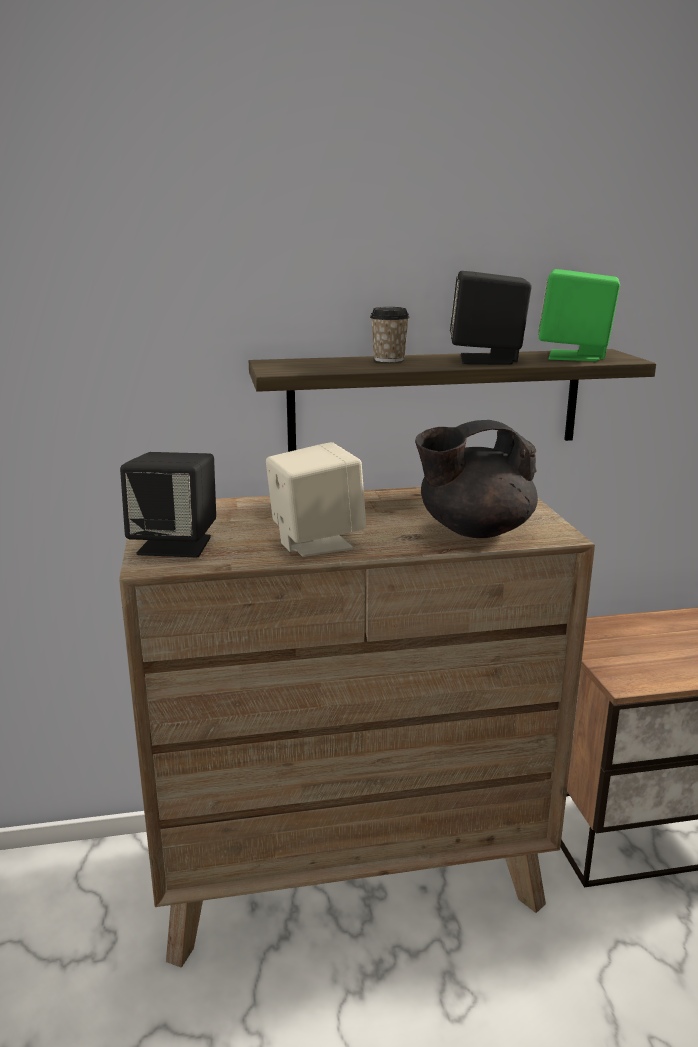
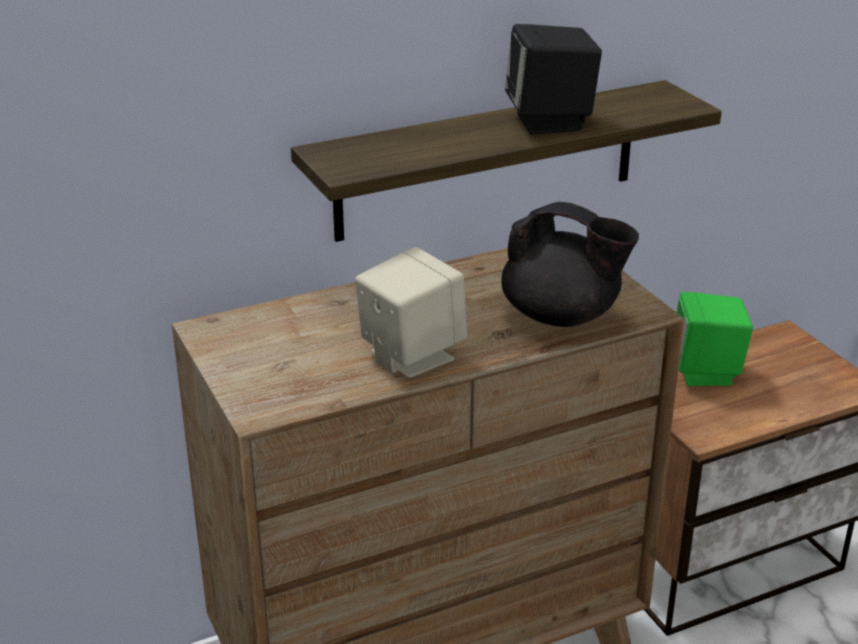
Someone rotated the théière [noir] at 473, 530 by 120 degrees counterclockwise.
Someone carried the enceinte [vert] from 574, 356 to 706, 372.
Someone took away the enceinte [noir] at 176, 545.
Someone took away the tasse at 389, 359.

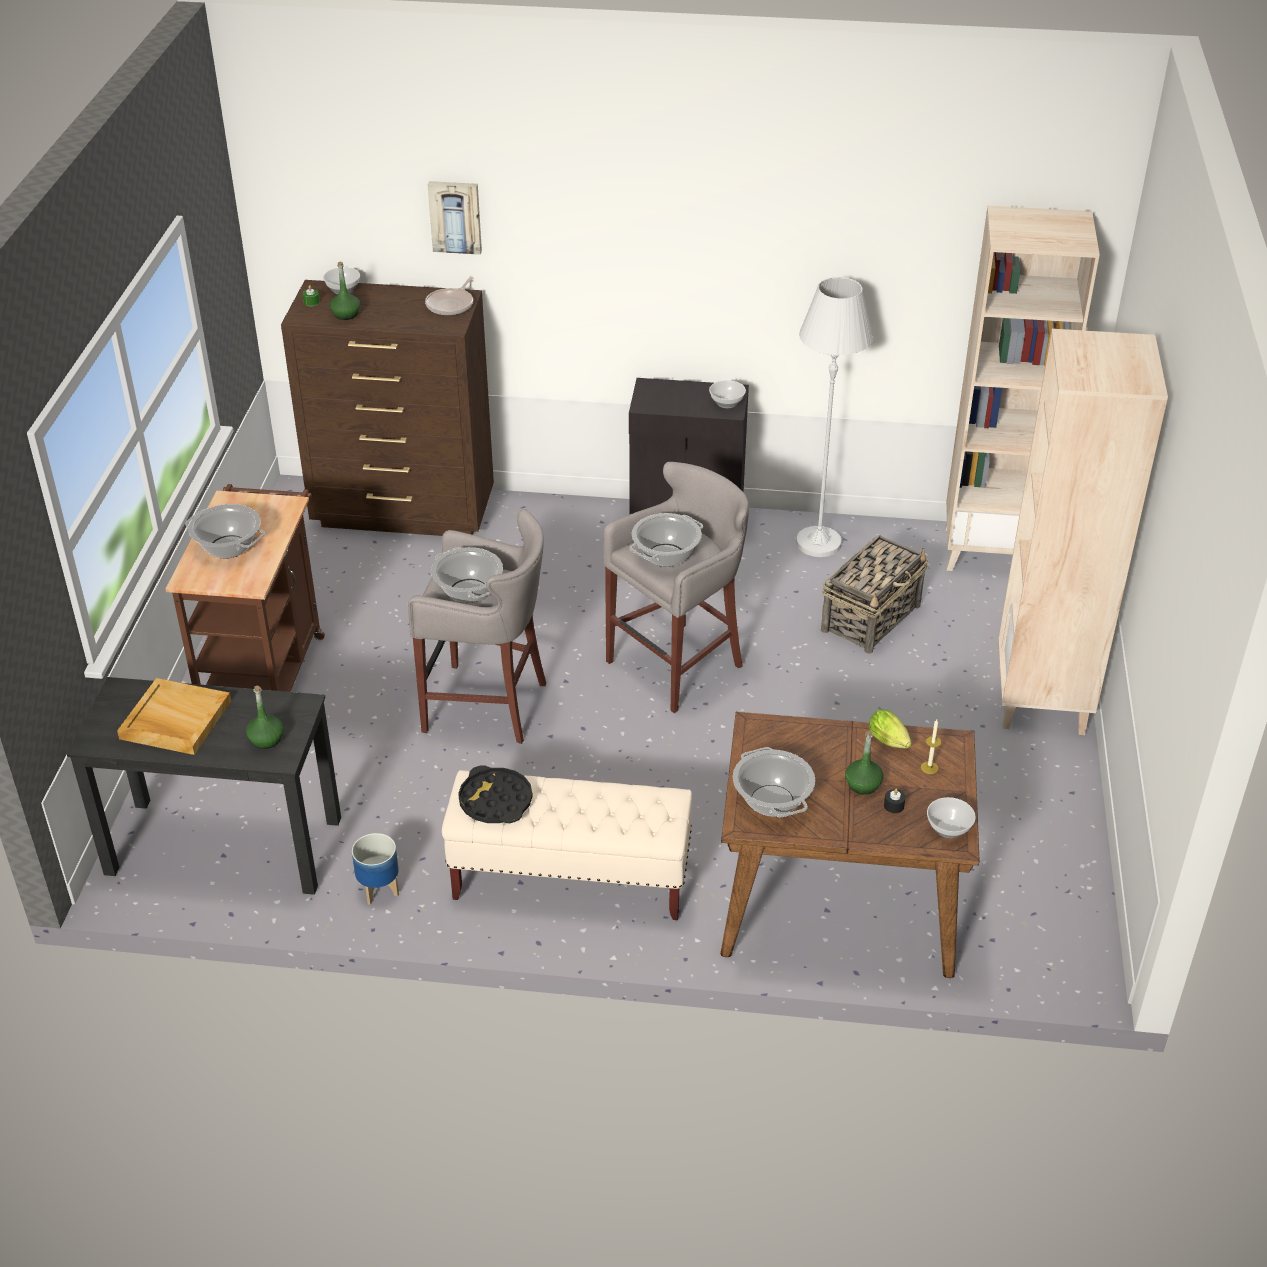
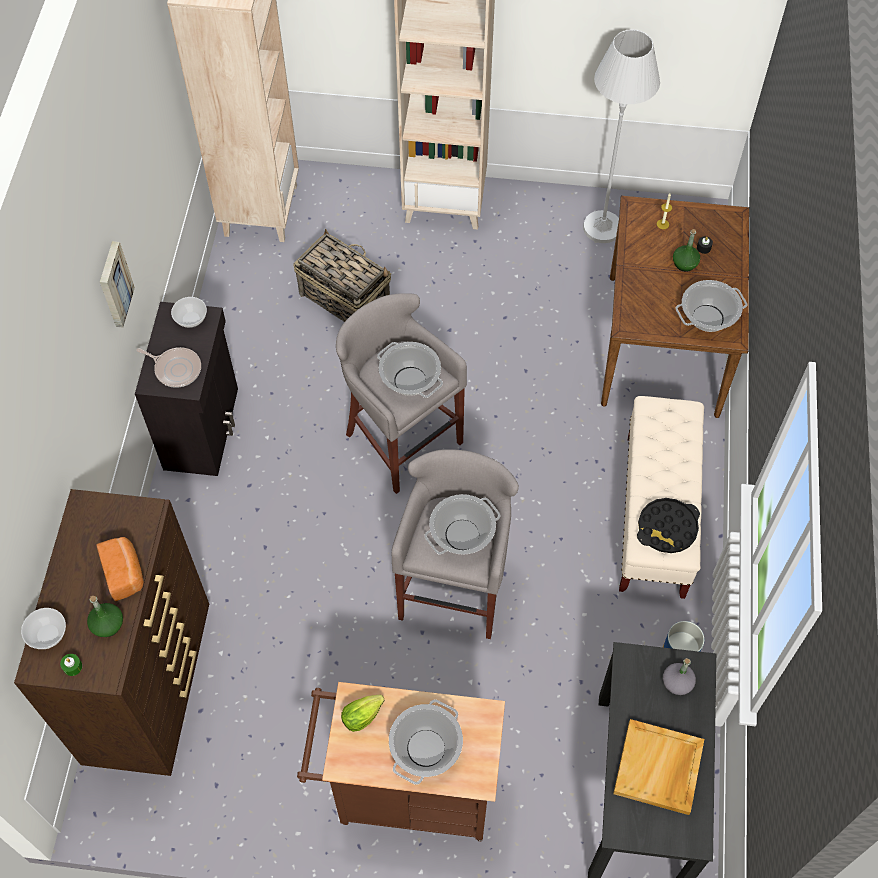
Someone put down the pain at 124, 573.
Someone carried the tableau from 455, 216 to 114, 284.
Someone carried the poêle from 451, 304 to 176, 369.
Someone carried the laitue from 890, 742 to 364, 714.
Someone carried the lampadaire [blanc] from 818, 543 to 602, 227.
Someone repainted the bouteille [vert] at 266, 739, which became the bouteille [gris] at 677, 682.
Someone took away the bol at 949, 829.

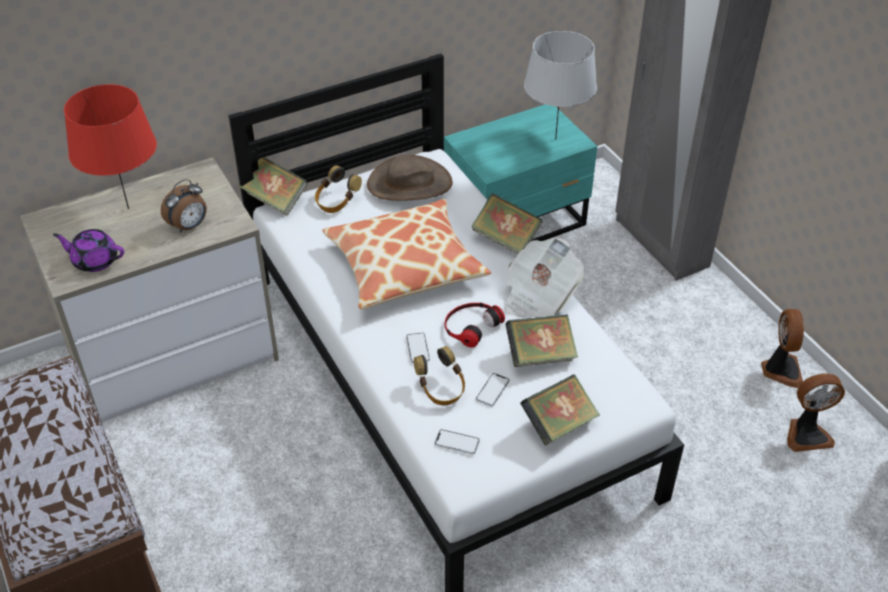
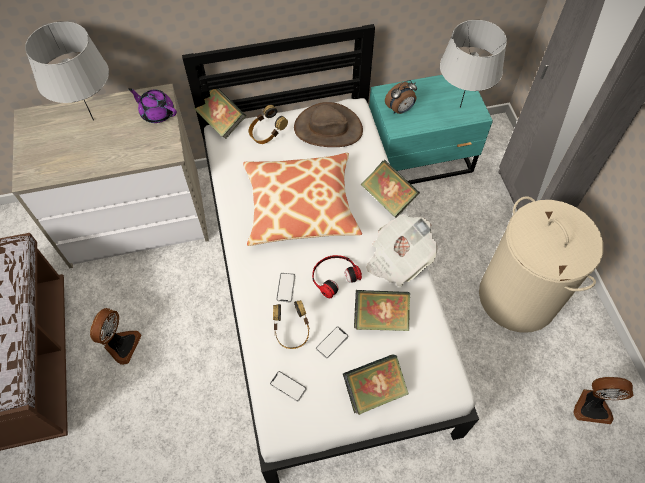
Someone repainted the lampe de table [rouge] at 128, 208, which became the lampe de table [gris] at 93, 120.
Someone carried the ventilateur from 780, 370 to 121, 345.
Someone carried the théière [violet] from 94, 260 to 157, 113.
Someone carried the réveil from 189, 226 to 400, 110.
Someone put down the panier à linge [beige] at 518, 297.

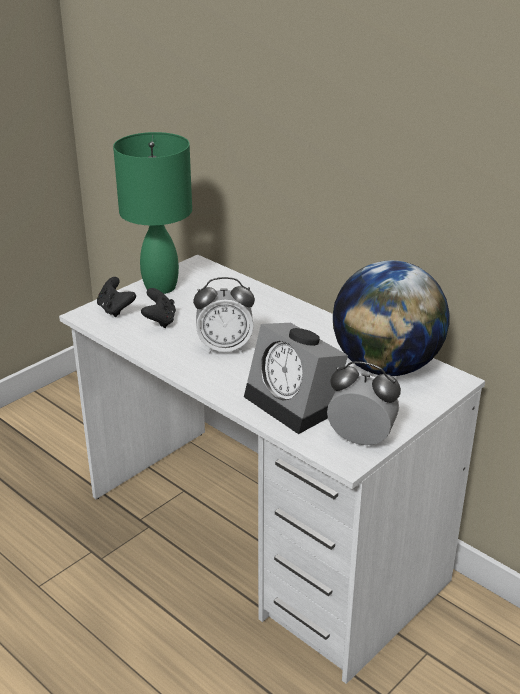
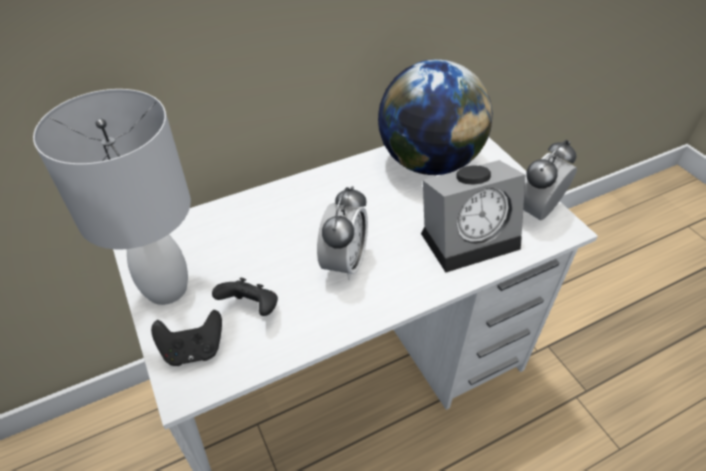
Someone repainted the lampe de table [vert] at 161, 287, which became the lampe de table [blanc] at 168, 288.

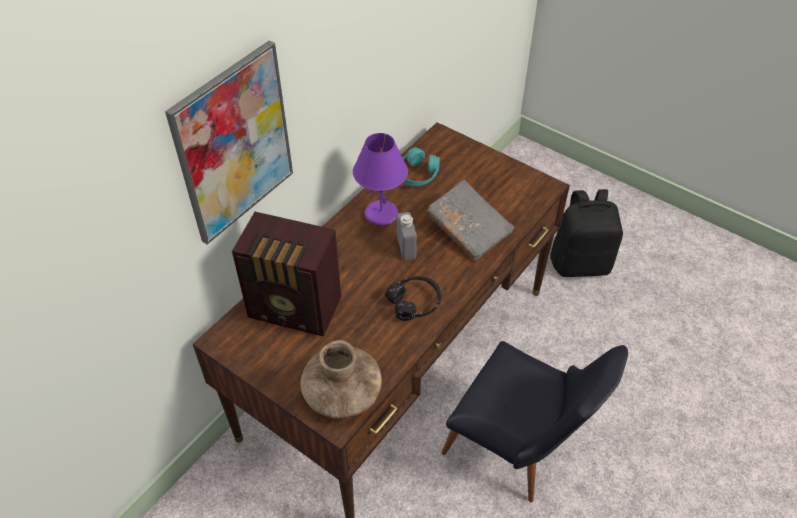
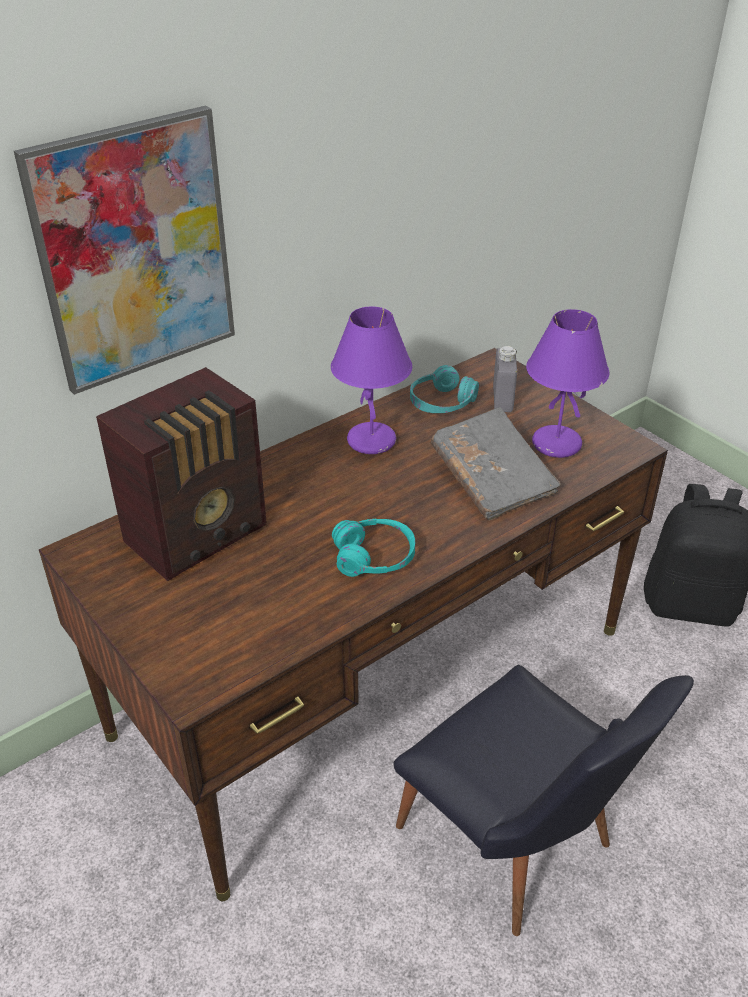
Someone rotated the radio at 296, 309 by 75 degrees counterclockwise.
Someone repainted the casque audio [noir] at 414, 303, which became the casque audio [turquoise] at 374, 557.
Someone carried the bouteille [gris] from 406, 247 to 502, 399.
Someone put down the lampe de table [violet] at 555, 444.
Someone took away the vase [marron] at 342, 393.

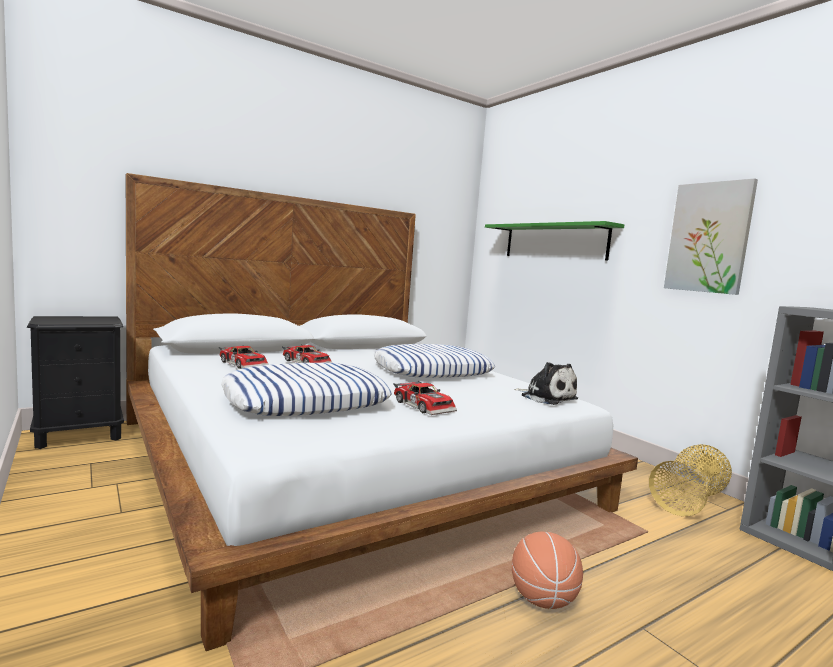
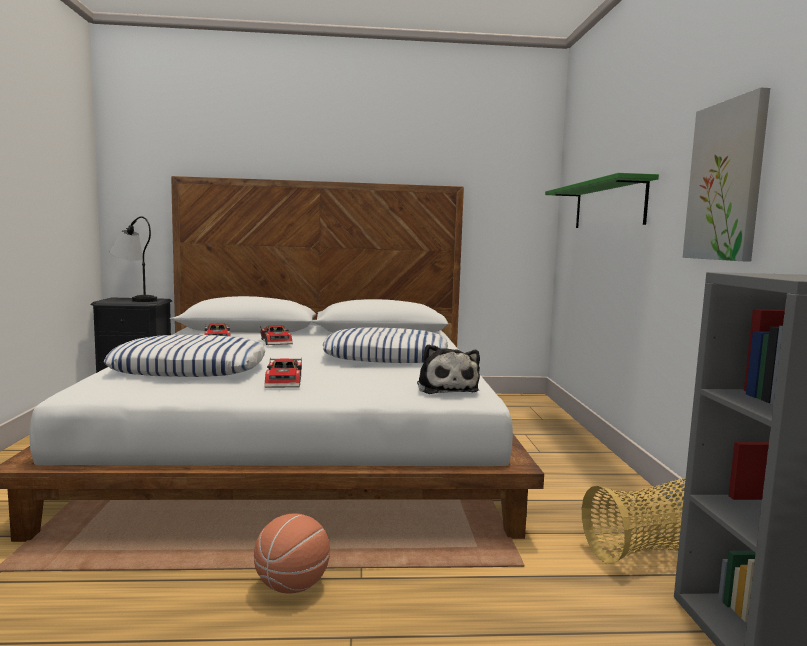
Someone put down the lampe de table at 135, 299.

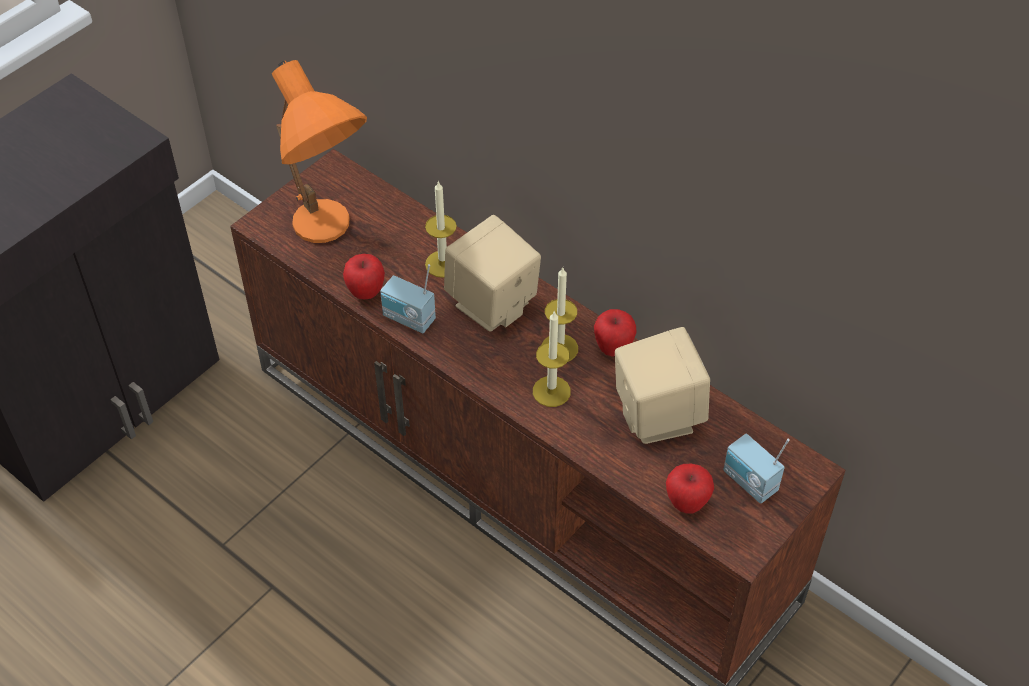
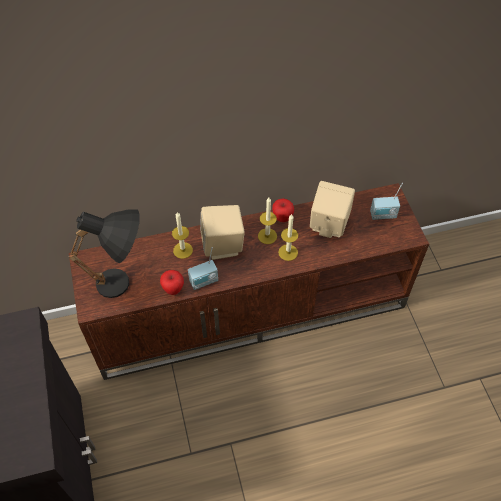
Someone repainted the lampe de table [orange] at 328, 237, which became the lampe de table [noir] at 125, 285.
Someone took away the pomme at 686, 503.

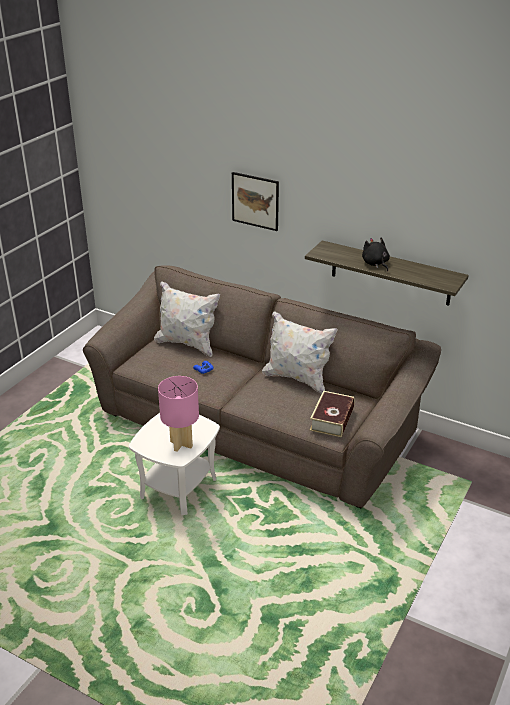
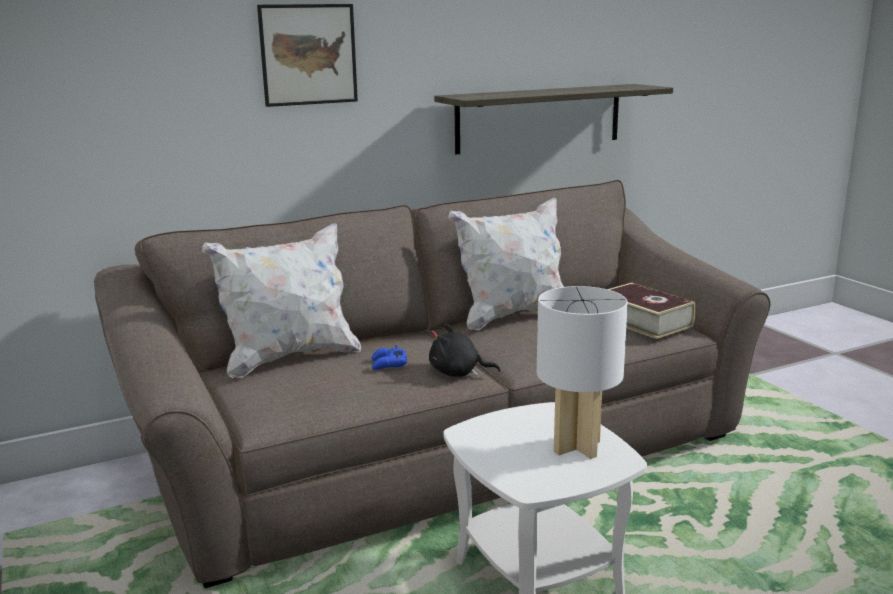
Someone carried the peluche [noir] from 375, 264 to 458, 373.
Someone repainted the lampe de table [rose] at 182, 444, which became the lampe de table [blanc] at 577, 446.

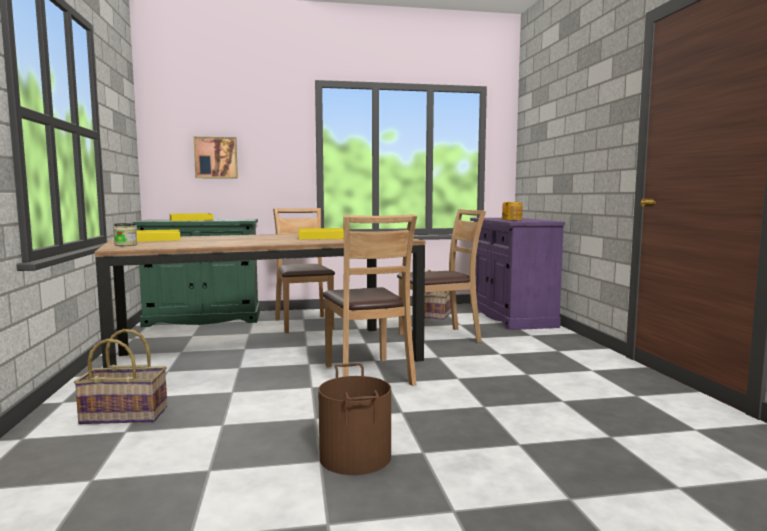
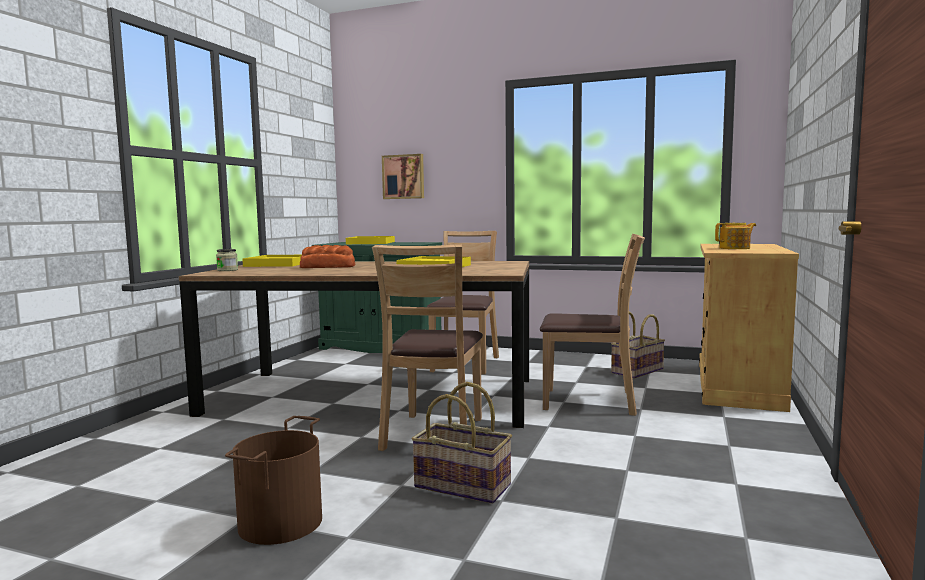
Someone put down the pain at 327, 267.
Someone carried the panier from 125, 415 to 463, 485.
Someone repainted the meuble de rangement [violet] at 510, 316, which became the meuble de rangement [beige] at 737, 385.

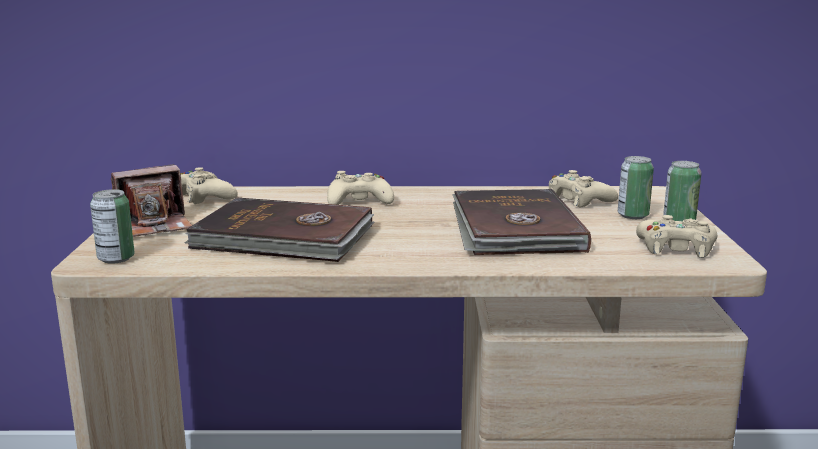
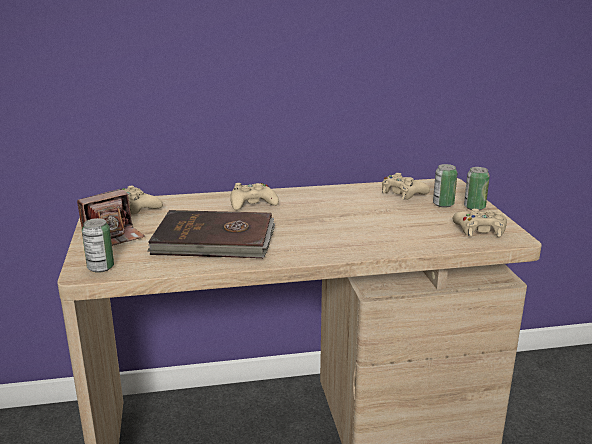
Someone took away the livre [marron] at 513, 229.

